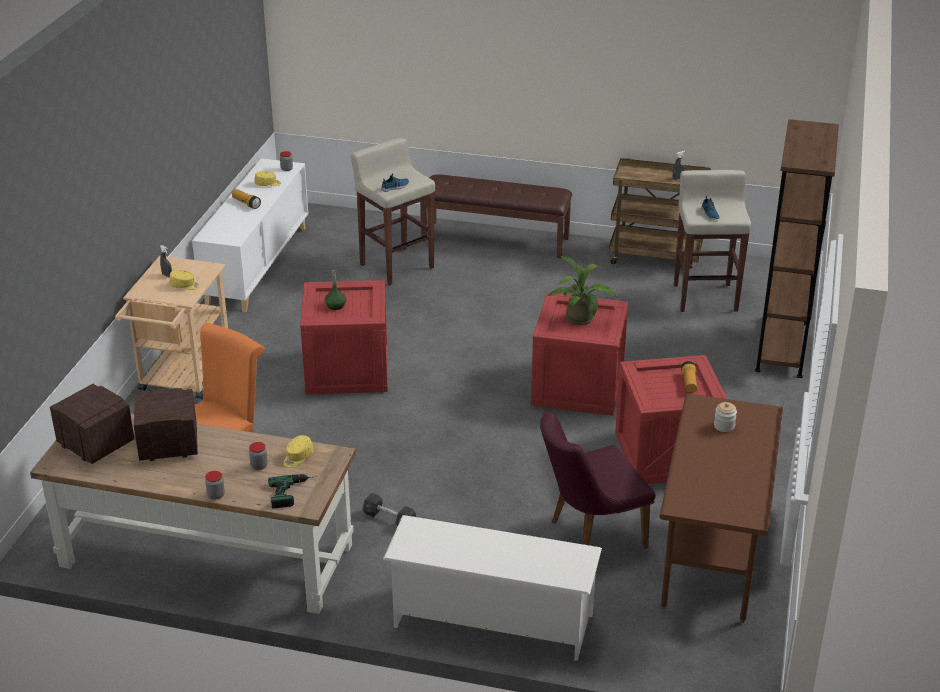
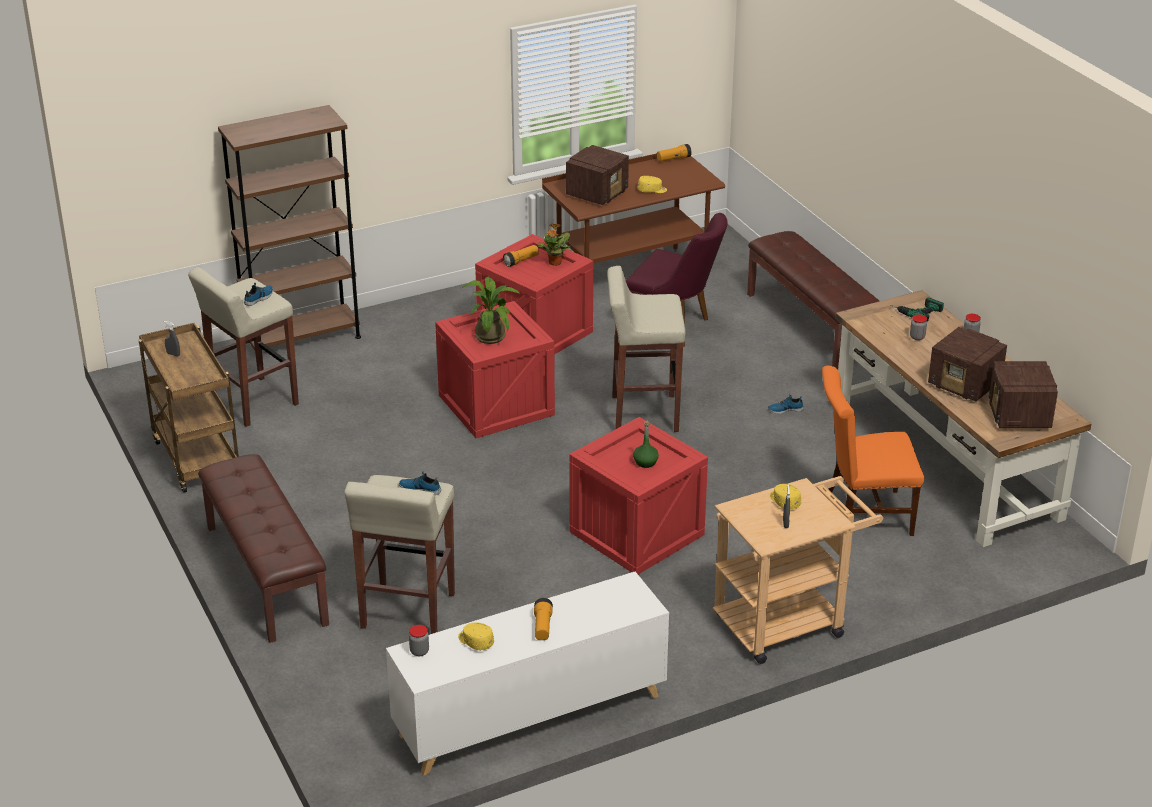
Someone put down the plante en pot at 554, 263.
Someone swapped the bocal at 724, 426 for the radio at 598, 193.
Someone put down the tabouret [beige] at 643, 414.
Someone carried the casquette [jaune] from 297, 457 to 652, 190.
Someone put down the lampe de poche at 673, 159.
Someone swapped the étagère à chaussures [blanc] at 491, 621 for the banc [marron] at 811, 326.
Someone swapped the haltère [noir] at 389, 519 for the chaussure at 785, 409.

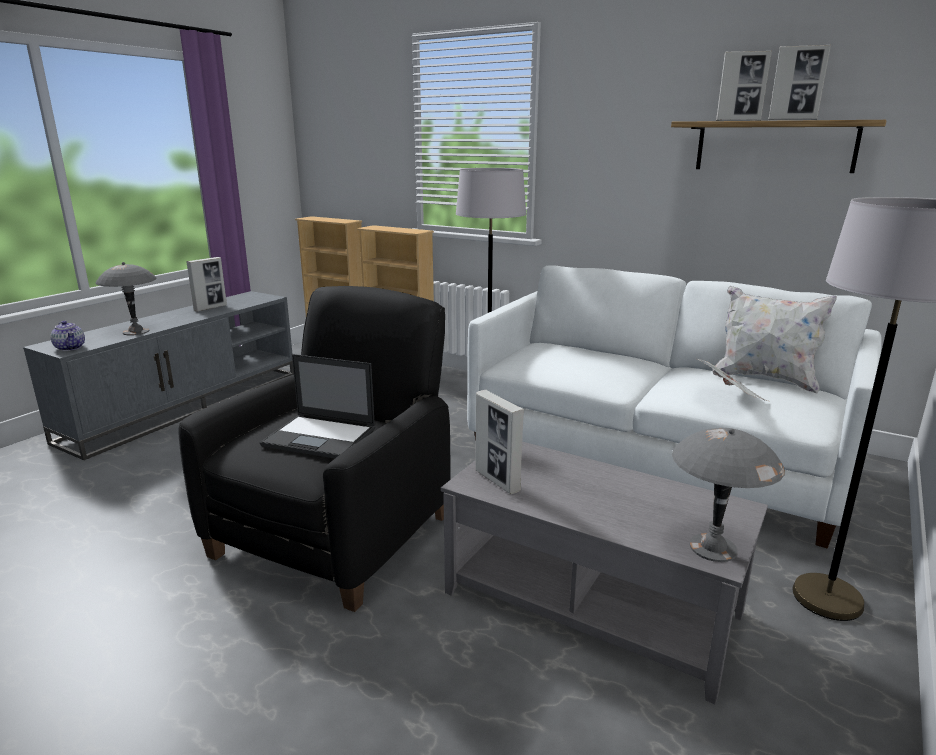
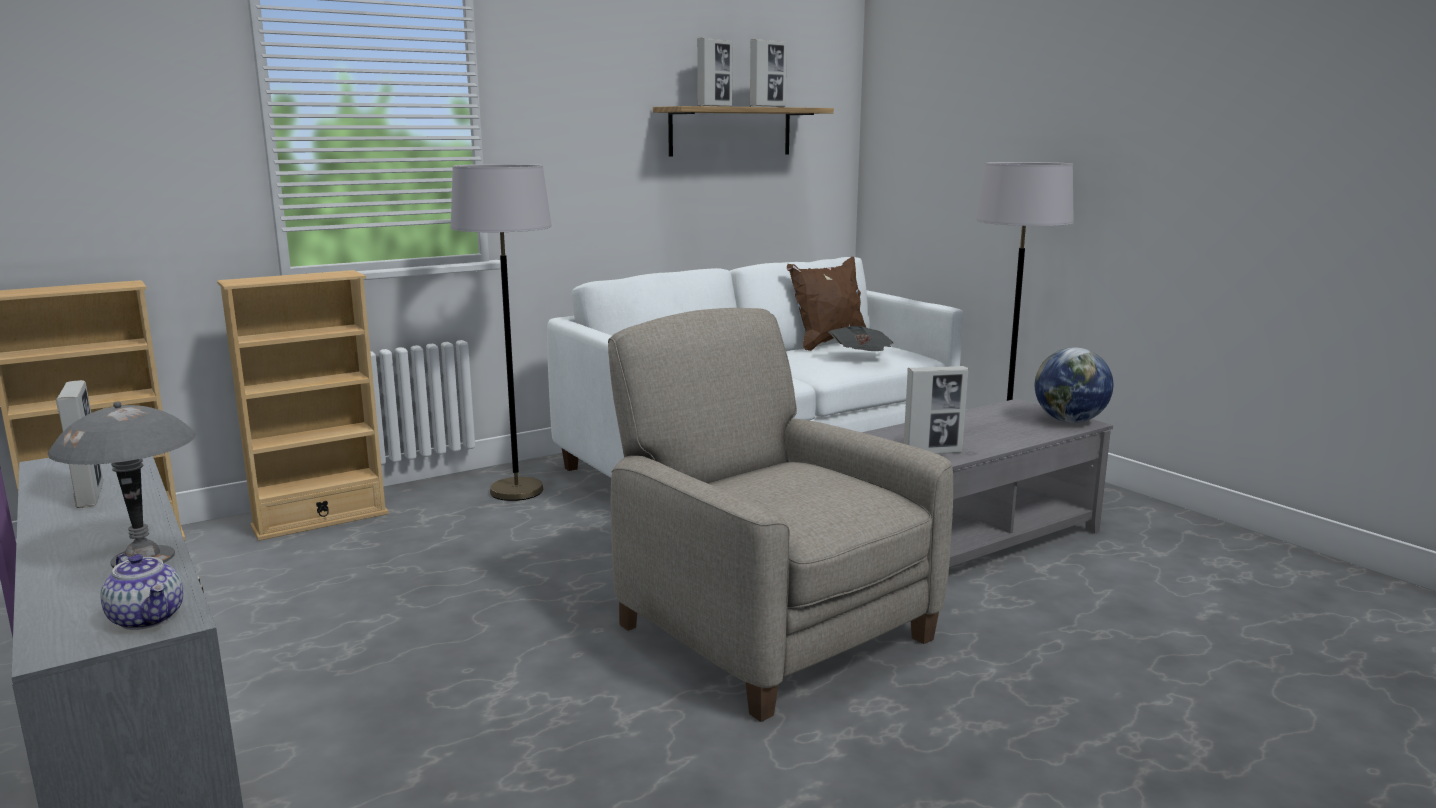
Someone rotated the théière at 70, 348 by 60 degrees clockwise.
Someone repainted the fauteuil [noir] at 336, 533, which became the fauteuil [beige] at 771, 630.
Someone repainted the coussin [blanc] at 764, 379, which became the coussin [marron] at 828, 344.
Someone swapped the lampe de table [gris] at 712, 547 for the globe at 1069, 421.
Someone took away the ordinateur portable at 321, 437.

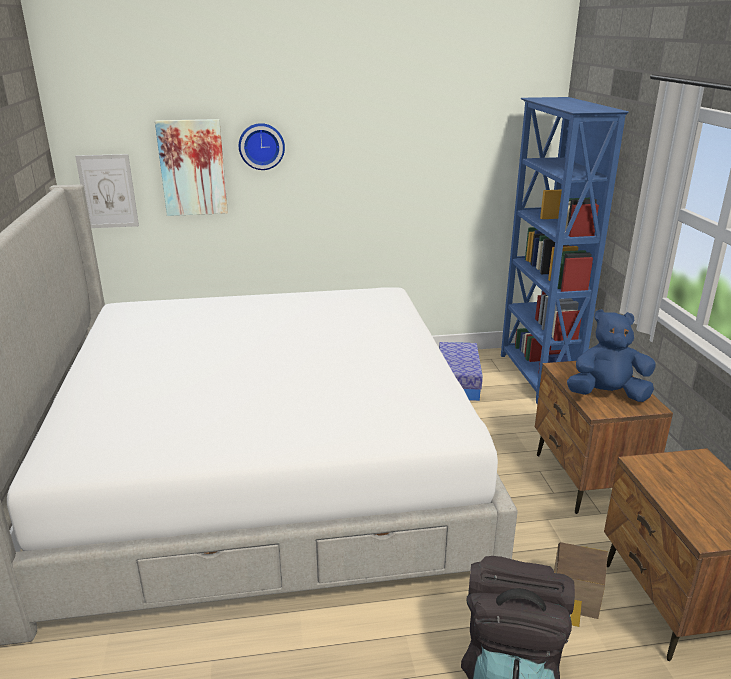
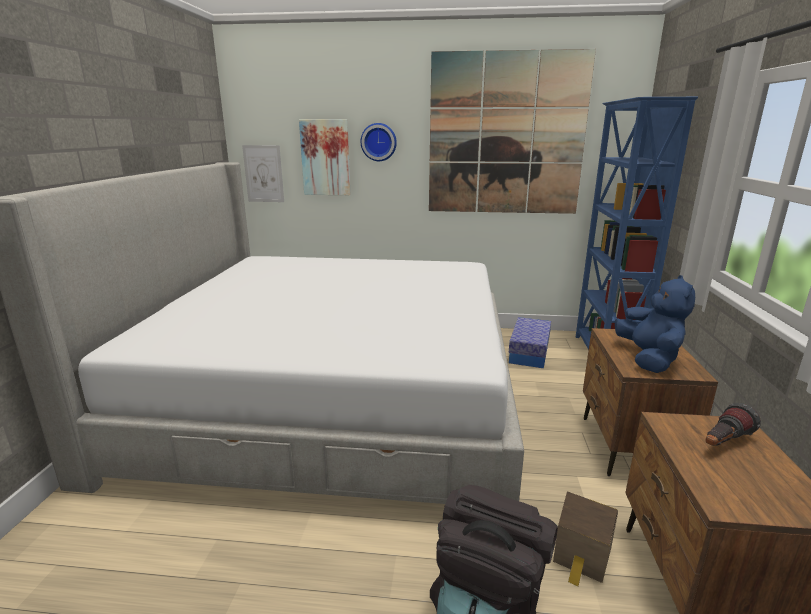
Someone put up the tableau at 506, 135.
Someone rotated the peluche [bleu] at 607, 395 by 75 degrees clockwise.
Someone put down the lampe de poche at 723, 443.

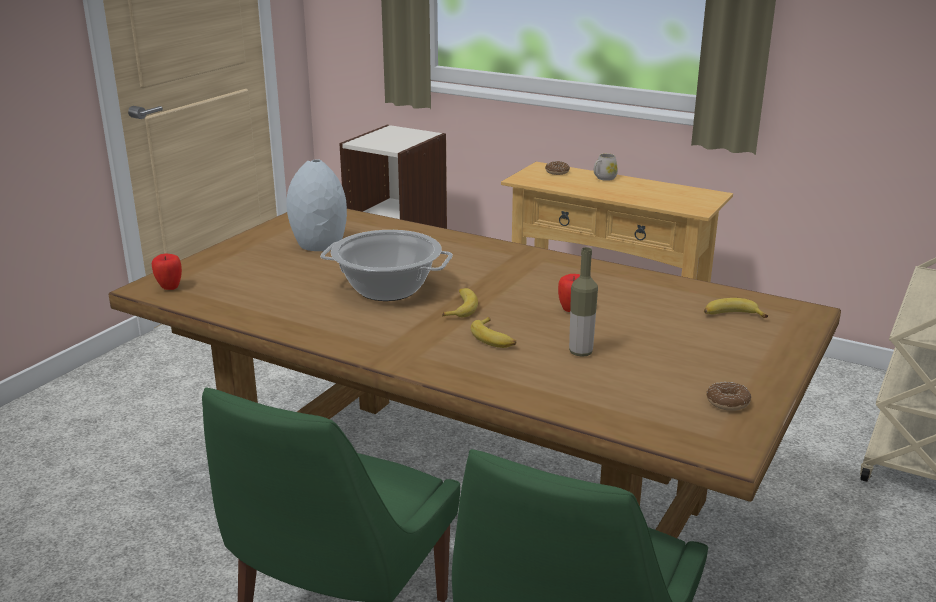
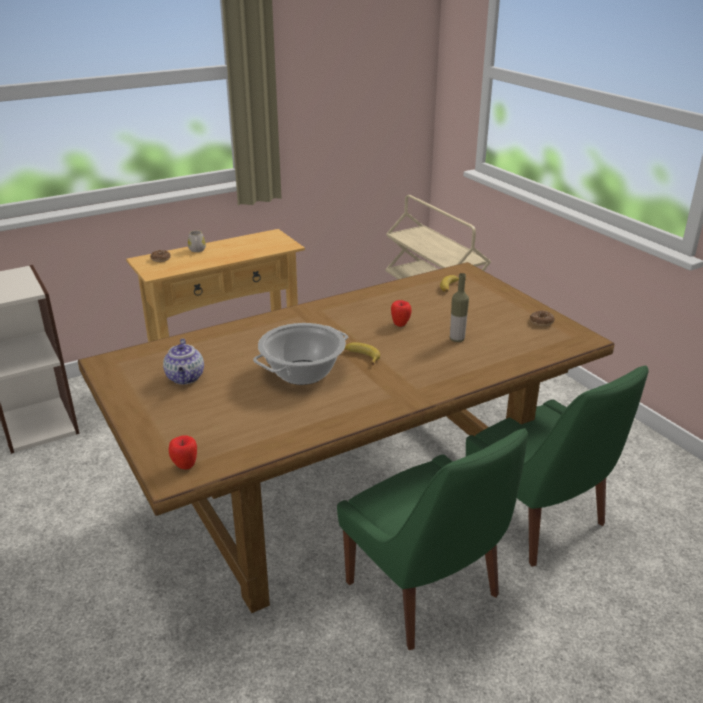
Someone swapped the vase [gris] at 320, 245 for the théière at 185, 378.
Someone took away the banane at 494, 338.

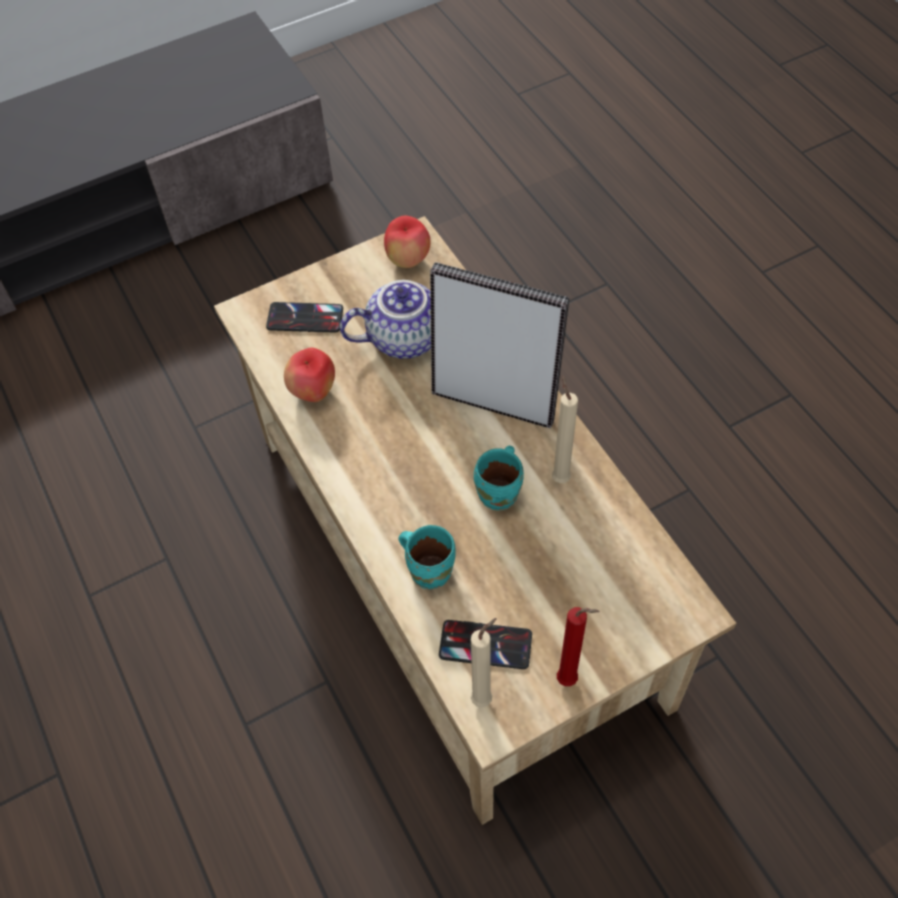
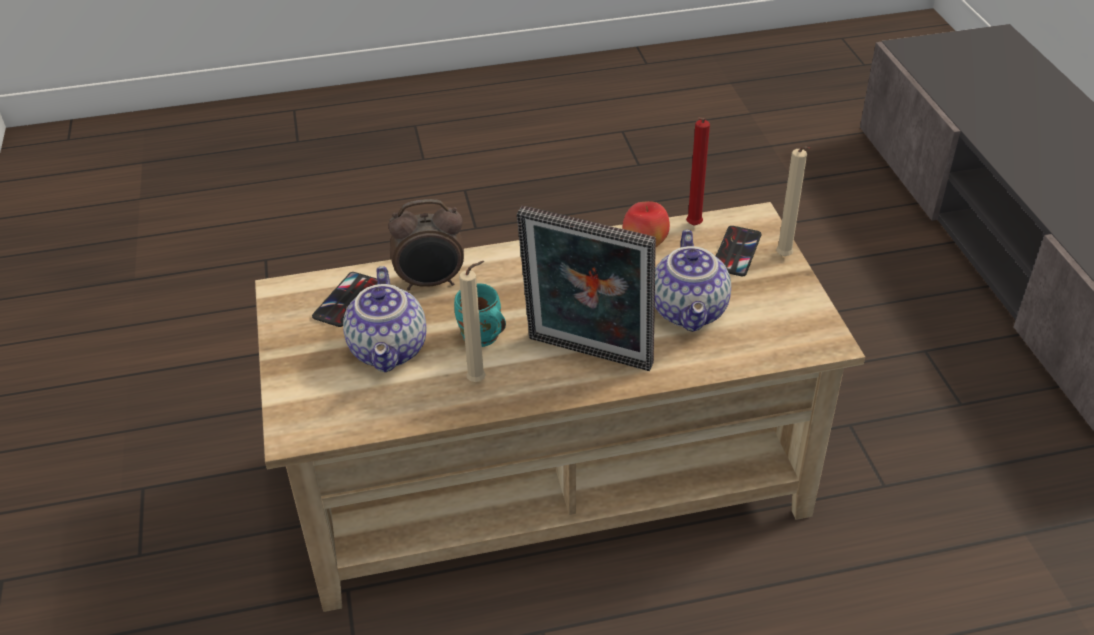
Someone put down the théière at 390, 350.
Someone swapped the mug [turquoise] at 430, 569 for the réveil at 431, 283.
Someone rotated the cadre photo at 495, 400 by 75 degrees clockwise.
Someone carried the bougie [rouge] from 570, 680 to 692, 227.
Someone carried the bougie [beige] from 484, 698 to 785, 258.
Someone took away the pomme at 408, 260.

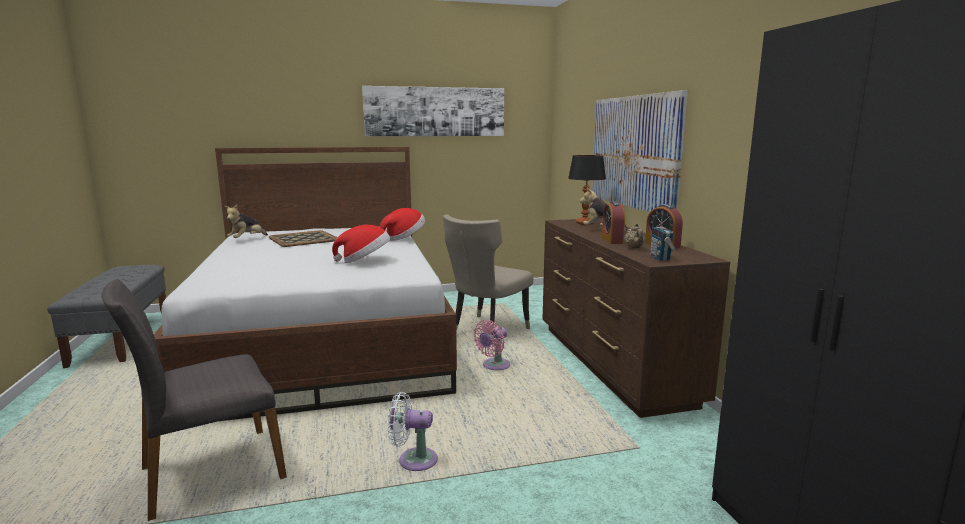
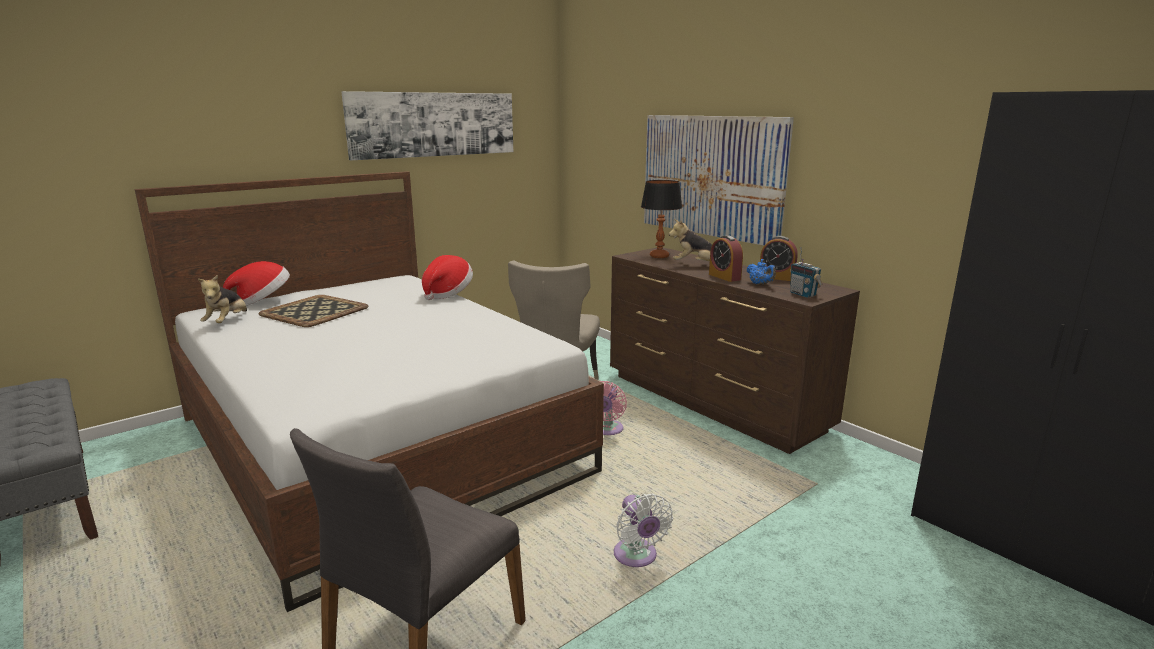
Someone carried the chapeau from 364, 261 to 262, 301.
Someone rotated the ventilateur [blanc] at 413, 460 by 90 degrees counterclockwise.
Someone repainted the théière [beige] at 634, 248, which became the théière [bleu] at 760, 284.

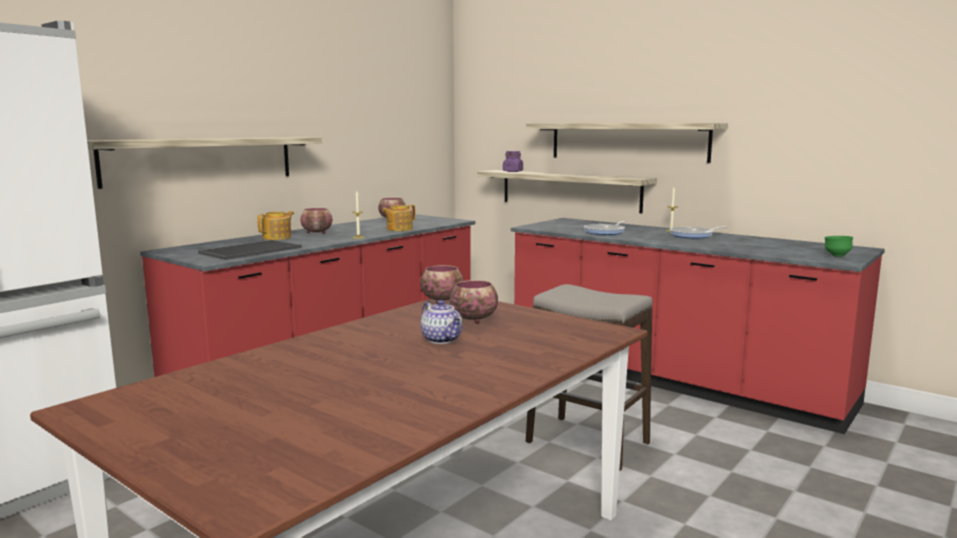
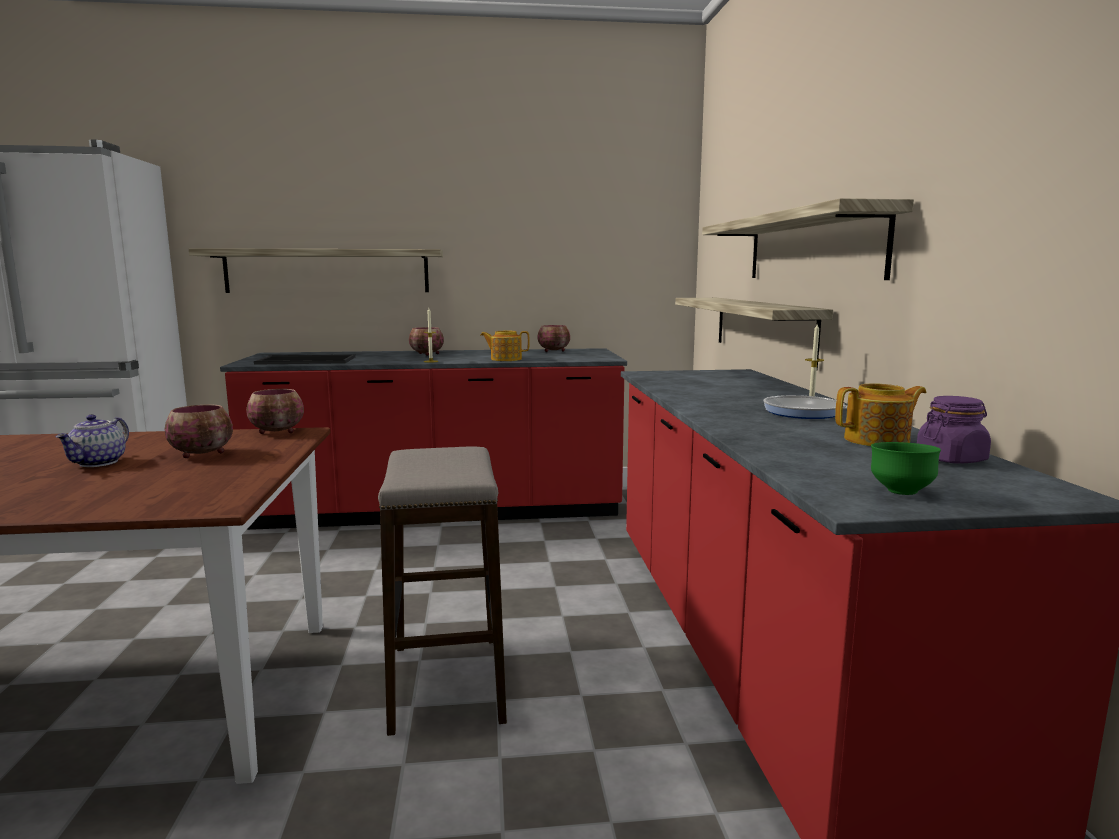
Someone carried the théière from 278, 237 to 878, 440.
Someone carried the bocal [violet] from 512, 171 to 951, 459.
Someone took away the poêle at 605, 232.

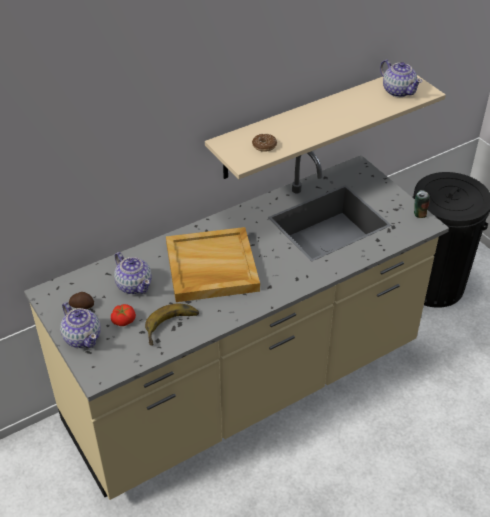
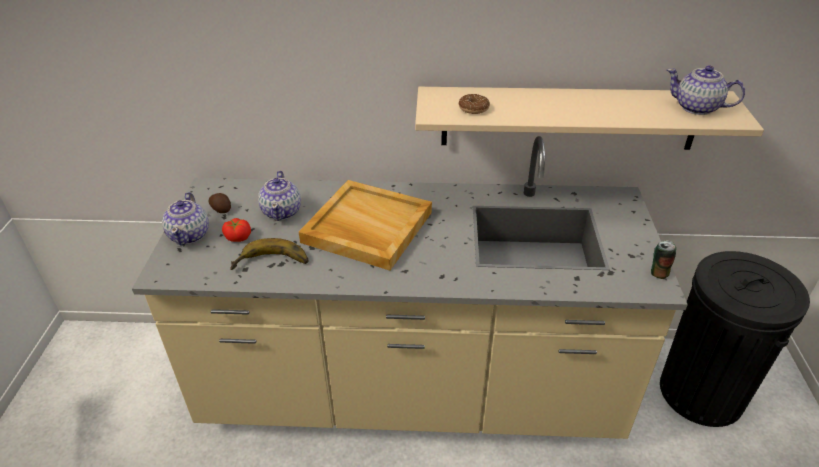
Someone rotated the théière at 398, 91 by 120 degrees clockwise.

